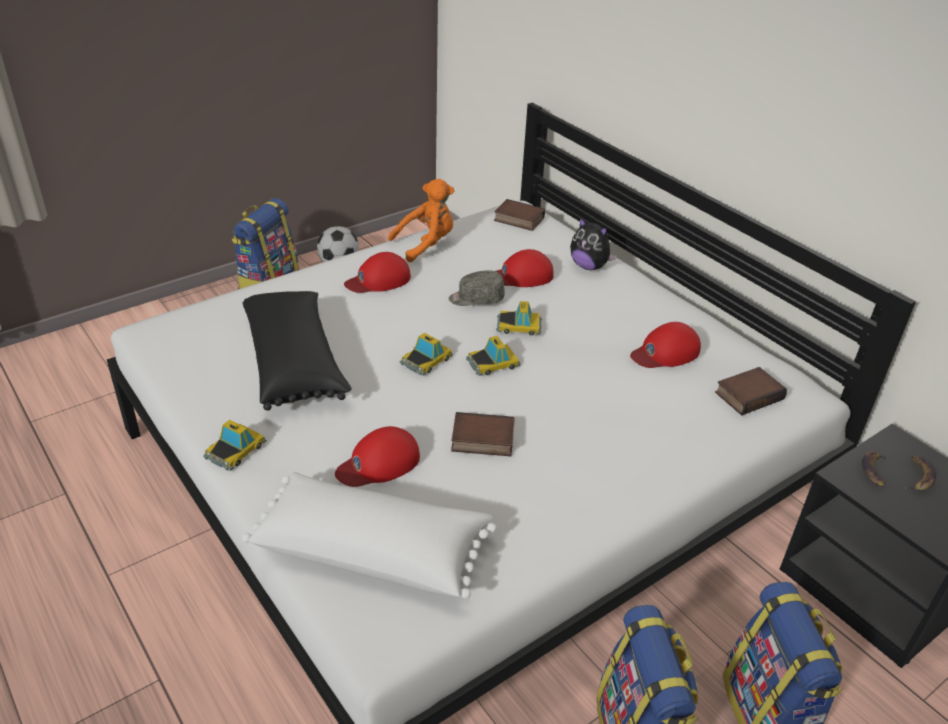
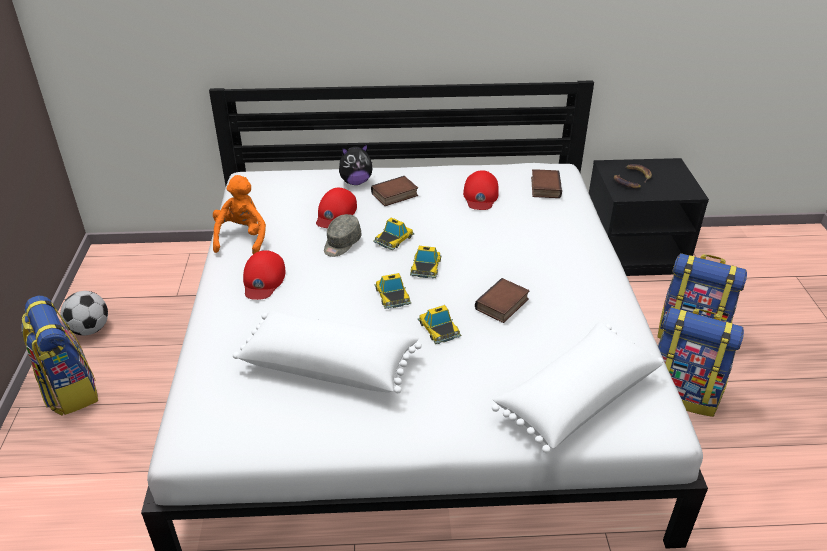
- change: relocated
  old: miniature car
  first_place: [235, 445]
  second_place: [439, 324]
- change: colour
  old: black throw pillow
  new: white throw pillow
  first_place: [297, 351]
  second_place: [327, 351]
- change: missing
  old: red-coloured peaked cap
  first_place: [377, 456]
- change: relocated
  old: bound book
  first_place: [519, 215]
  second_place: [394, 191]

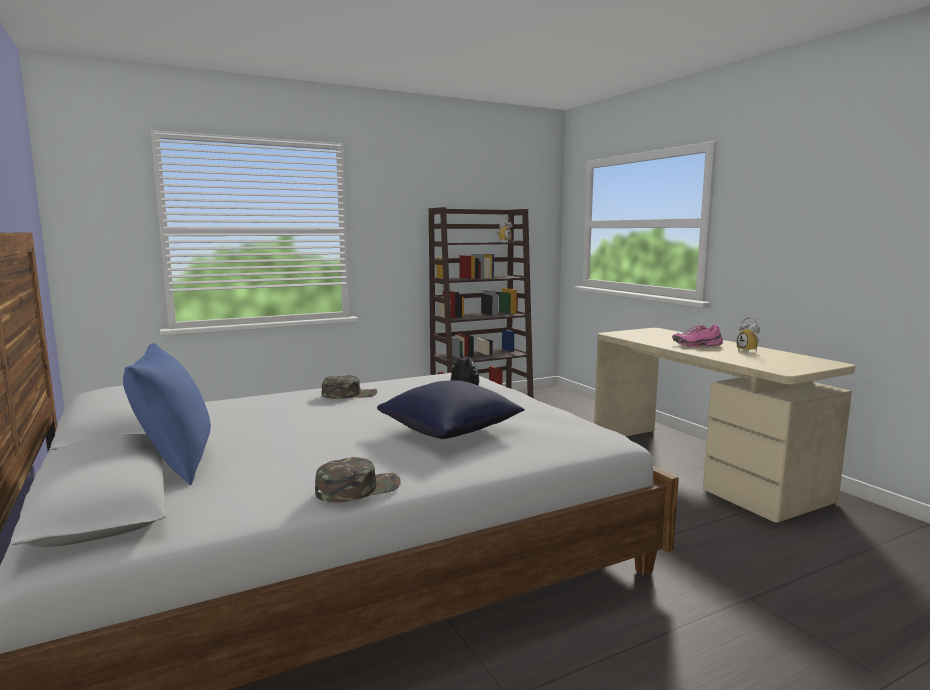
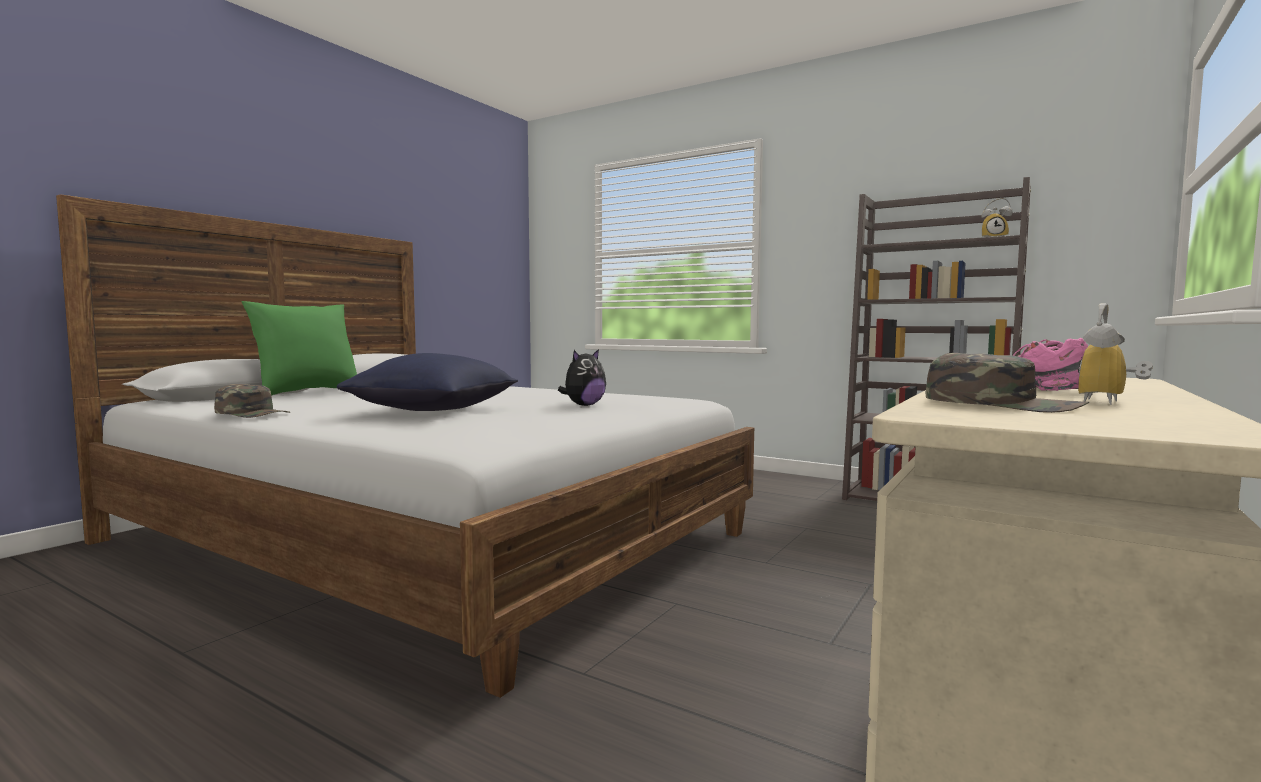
- change: colour
  old: bluish throw pillow
  new: green throw pillow
  first_place: [167, 414]
  second_place: [299, 348]
- change: relocated
  old: green peaked cap
  first_place: [349, 387]
  second_place: [1007, 383]

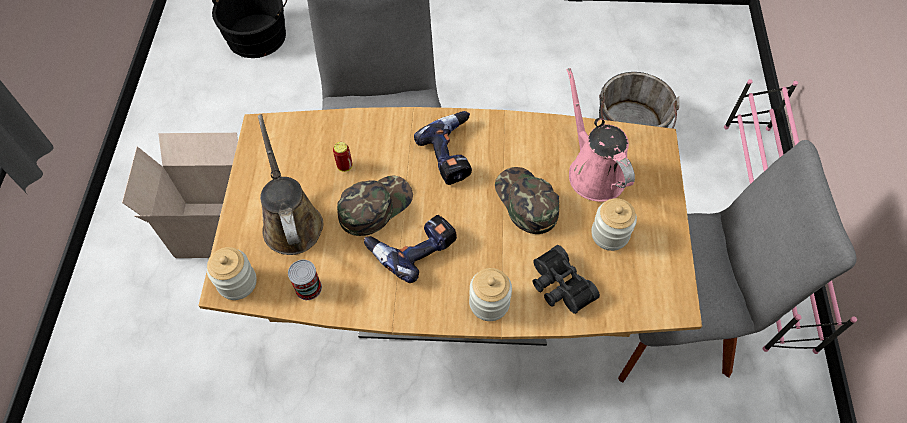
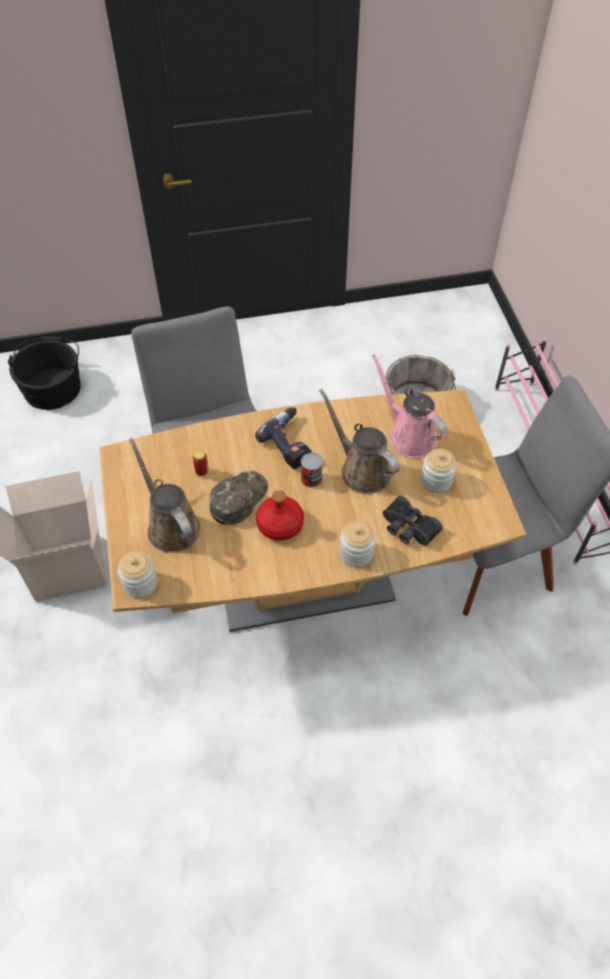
- change: relocated
  old: sealed can
  first_place: [305, 280]
  second_place: [312, 470]
- change: exchanged
  old: electric drill
  new: red-coloured beverage bottle
  first_place: [410, 249]
  second_place: [280, 515]
- change: exchanged
  old: green peaked cap
  new: brown-coloured watering pot
  first_place: [527, 200]
  second_place: [359, 441]

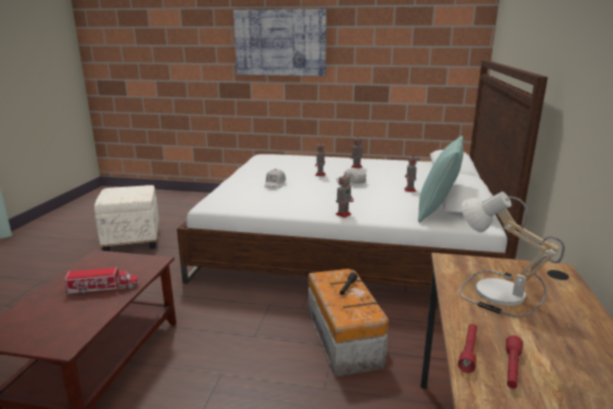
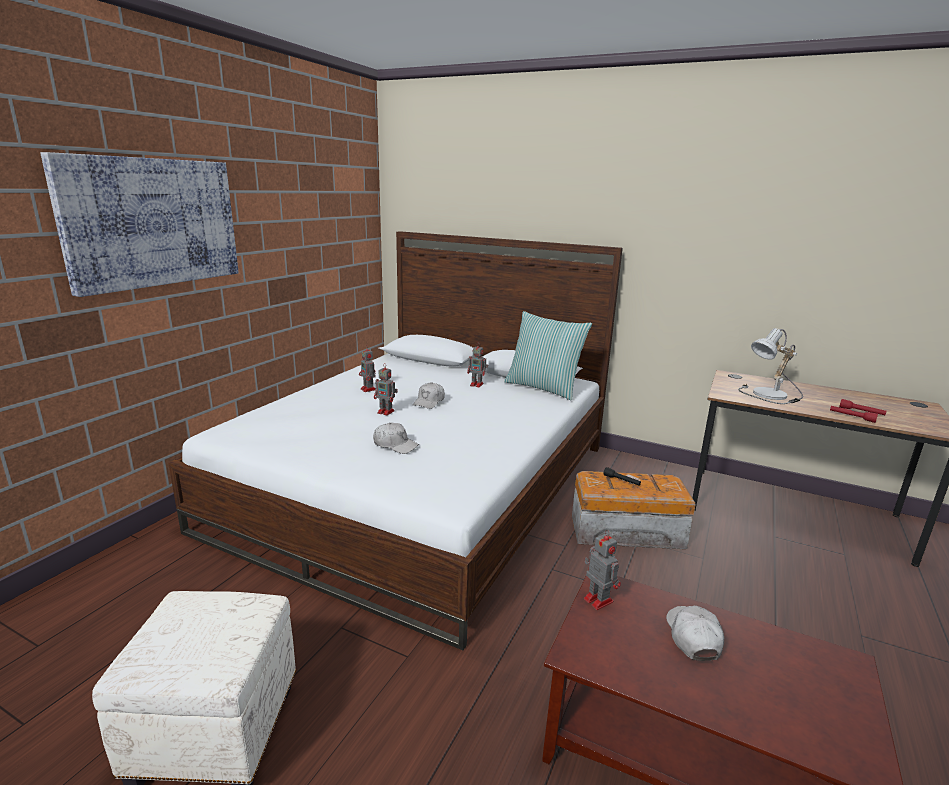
- change: exchanged
  old: toy truck
  new: white peaked cap
  first_place: [102, 280]
  second_place: [695, 633]
- change: relocated
  old: robot figure
  first_place: [345, 195]
  second_place: [602, 569]

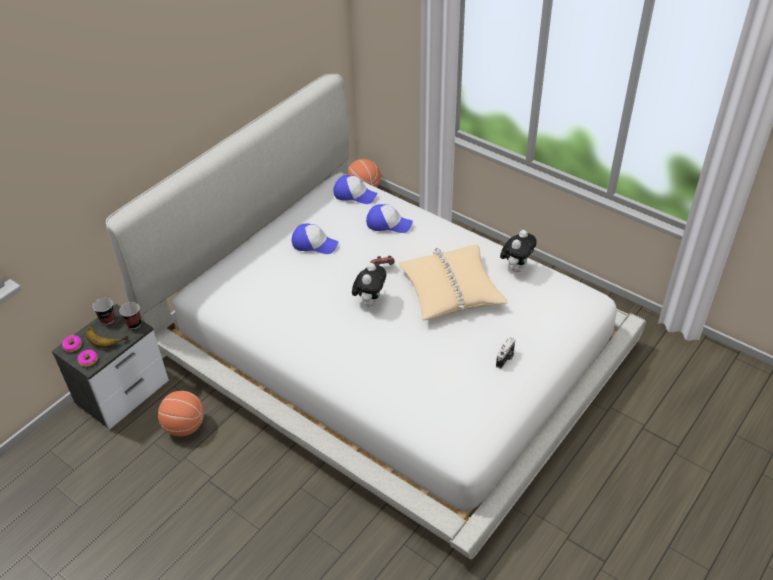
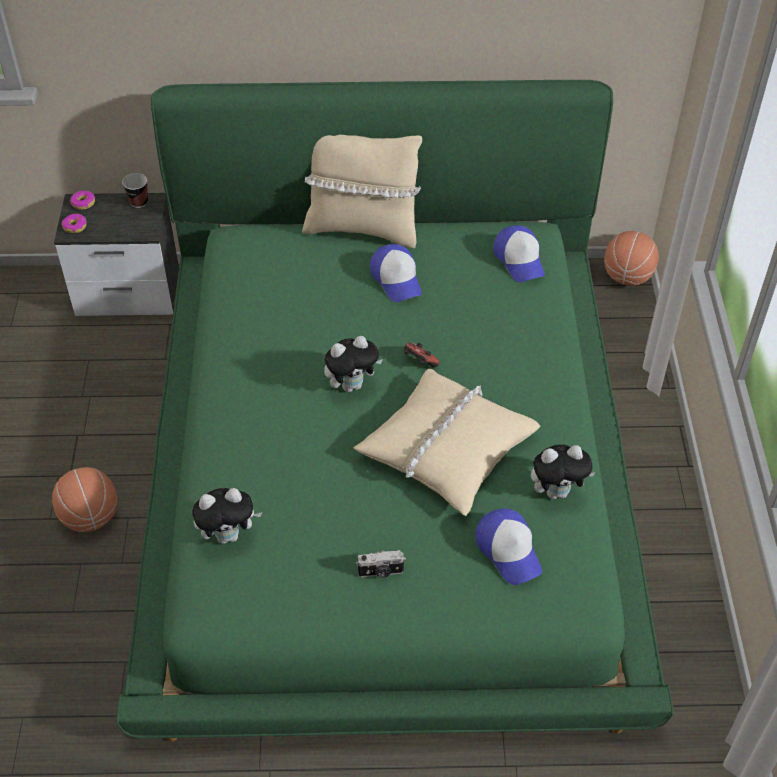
- change: missing
  old: banana
  first_place: [107, 337]
- change: colour
  old: white bedroom bed
  new: green bedroom bed
  first_place: [376, 316]
  second_place: [395, 411]
- change: missing
  old: cup
  first_place: [130, 315]
- change: relocated
  old: ball for basketball
  first_place: [181, 413]
  second_place: [84, 499]
- change: relocated
  old: peaked cap
  first_place: [389, 218]
  second_place: [508, 546]
- change: appeared
  new: soft toy
  second_place: [227, 516]
- change: appeared
  new: sand-coloured throw pillow
  second_place: [362, 191]

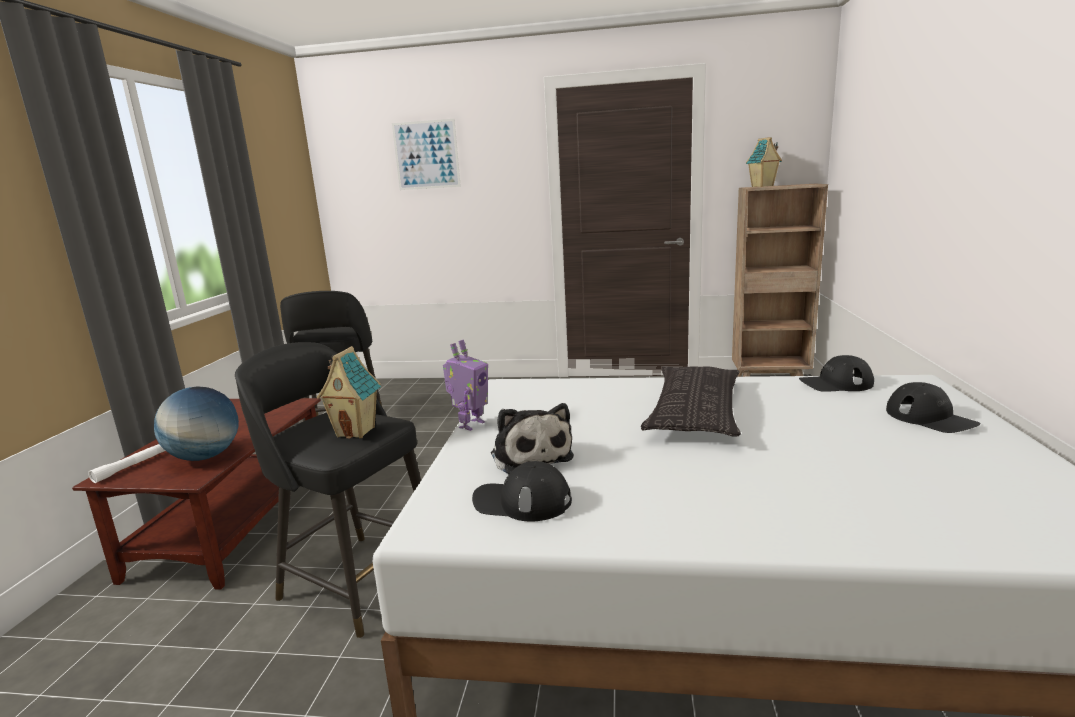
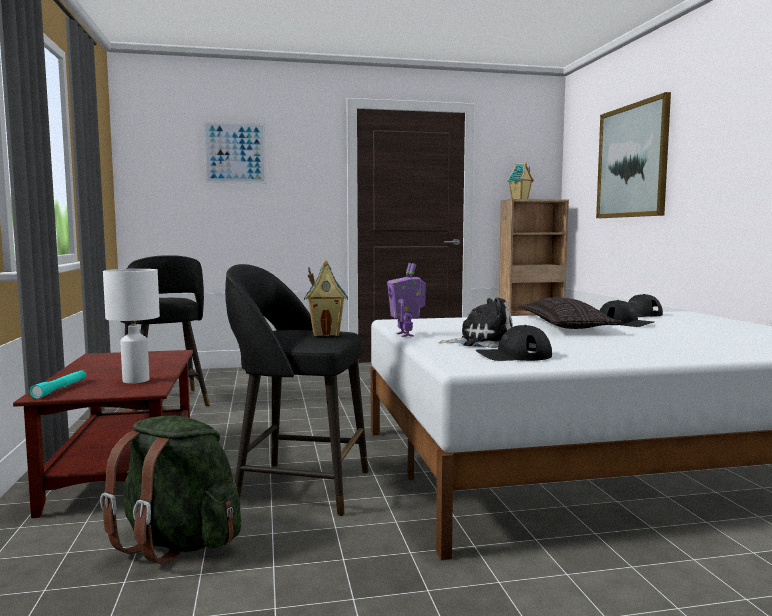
- change: colour
  old: white flashlight
  new: blue-green flashlight
  first_place: [126, 463]
  second_place: [58, 384]
- change: exchanged
  old: globe
  new: white lamp for a table
  first_place: [196, 424]
  second_place: [131, 326]
- change: spun
  old: robot figure
  first_place: [465, 385]
  second_place: [406, 300]
  degrees: 150
- change: spun
  old: soft toy
  first_place: [532, 438]
  second_place: [475, 322]
  degrees: -45
- change: relocated
  old: black peaked cap
  first_place: [933, 407]
  second_place: [626, 313]
- change: appeared
  new: green rucksack
  second_place: [170, 490]
- change: appeared
  new: wall art
  second_place: [633, 155]

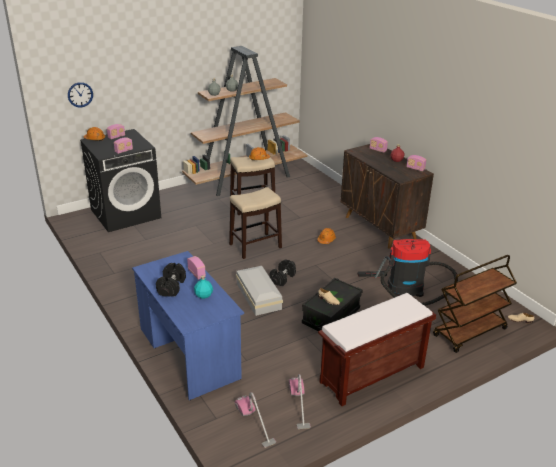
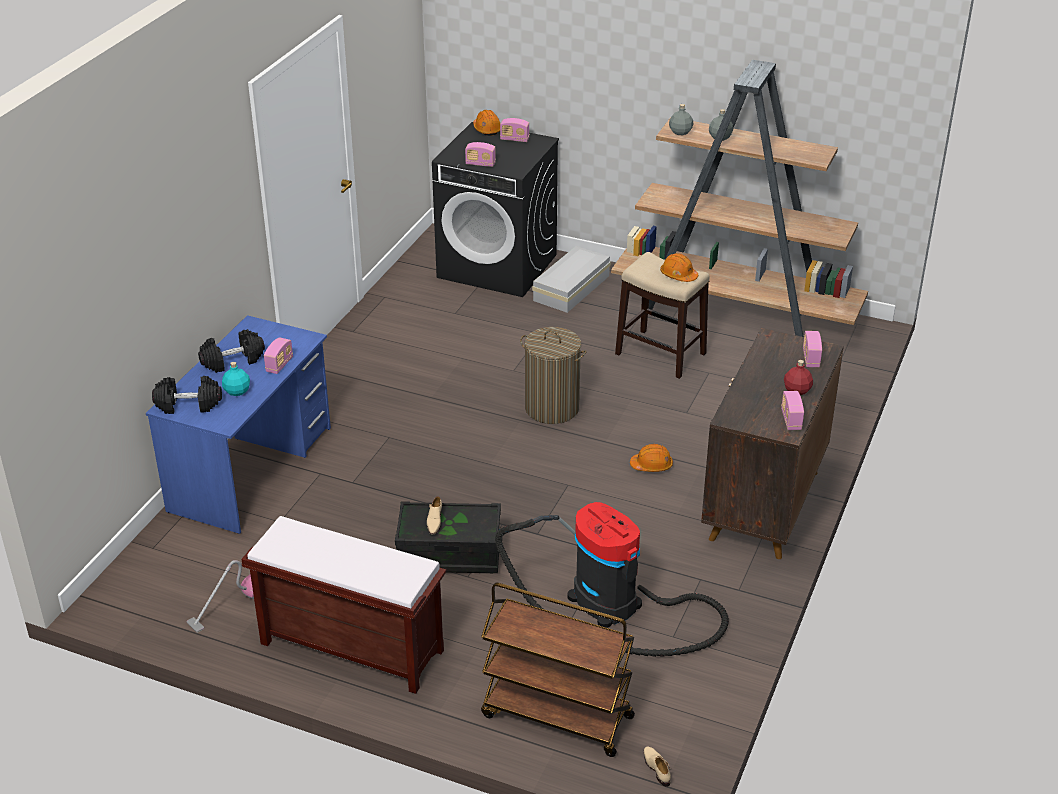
- change: missing
  old: hanging clock
  first_place: [80, 94]
- change: exchanged
  old: stool
  new: washing basket
  first_place: [255, 223]
  second_place: [553, 375]
- change: missing
  old: vacuum
  first_place: [255, 420]
- change: relocated
  old: white storage bin
  first_place: [259, 291]
  second_place: [571, 279]
- change: relocated
  old: black hand weight
  first_place: [283, 272]
  second_place: [187, 395]

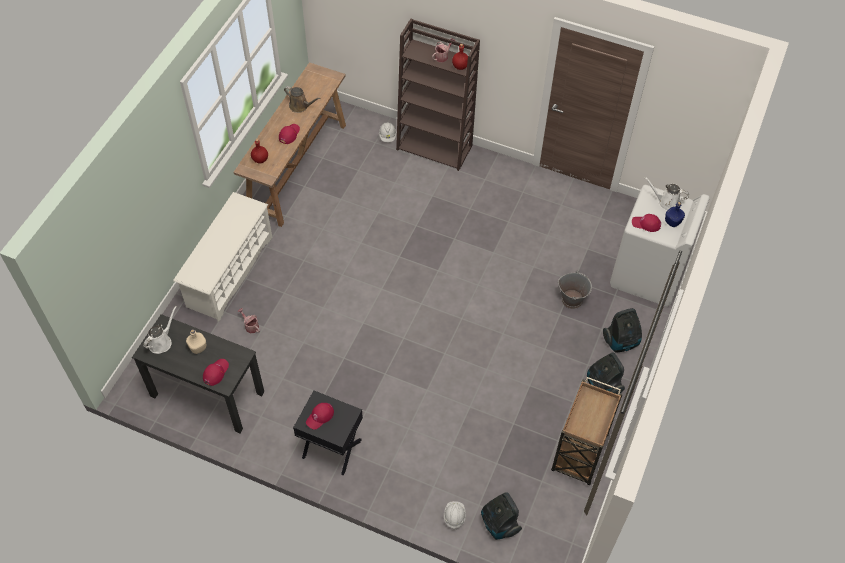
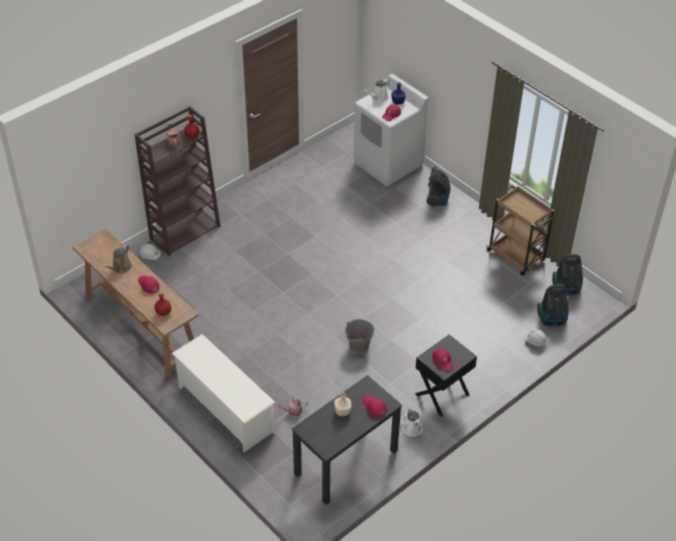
- change: relocated
  old: white watering pot
  first_place: [160, 330]
  second_place: [410, 415]
- change: spun
  old: brown-coloured watering pot
  first_place: [302, 99]
  second_place: [118, 258]
  degrees: 150
- change: relocated
  old: grey bucket
  first_place: [575, 290]
  second_place: [360, 336]
- change: relocated
  old: vacuum
  first_place: [606, 373]
  second_place: [567, 274]

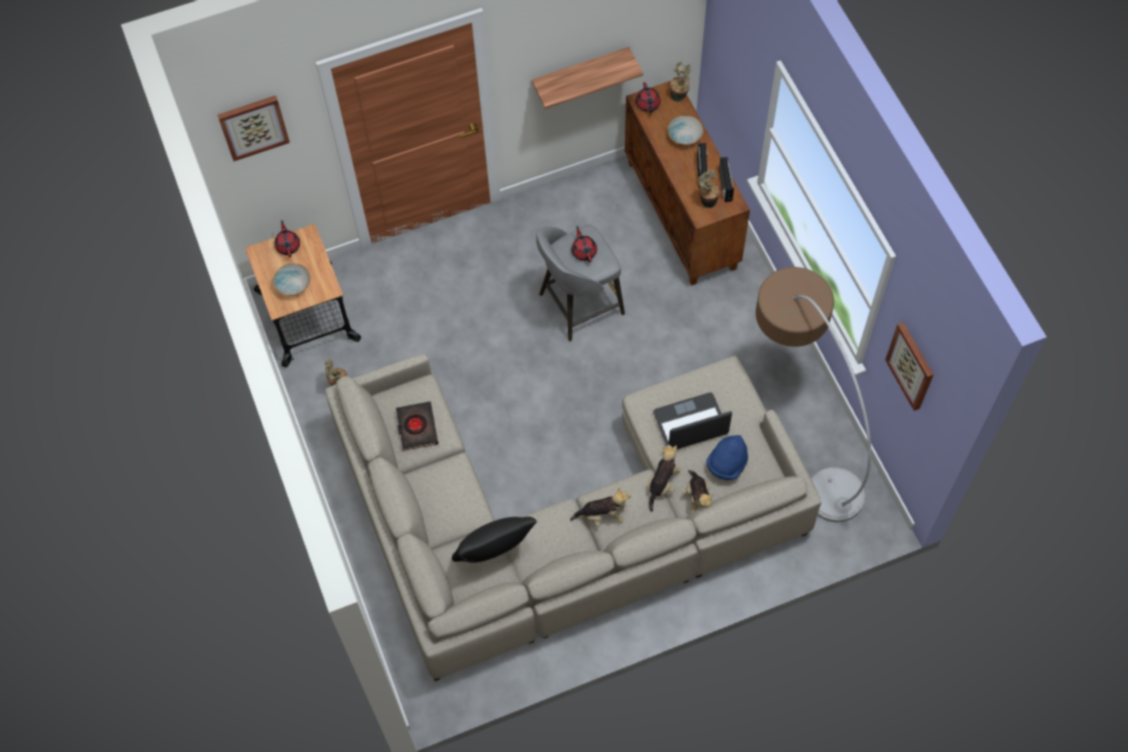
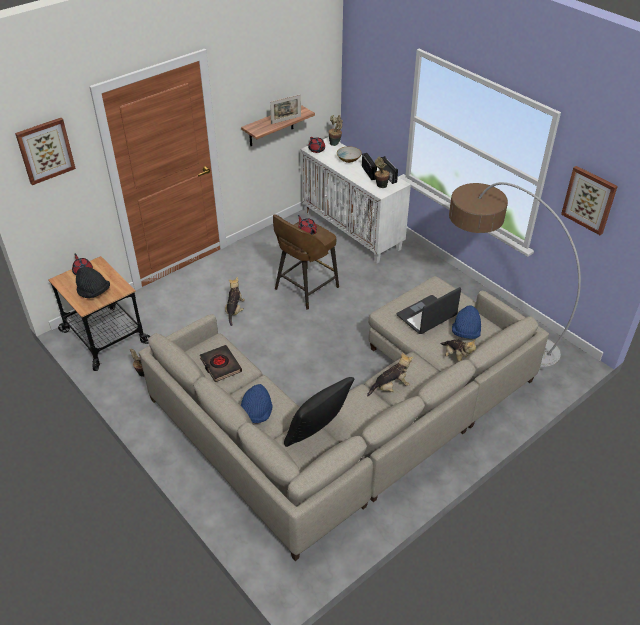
- change: exchanged
  old: serving bowl
  new: black wearable hat
  first_place: [292, 280]
  second_place: [93, 282]
- change: colour
  old: grey stool
  new: brown-coloured stool
  first_place: [580, 283]
  second_place: [306, 262]
- change: colour
  old: brown-coloured cupboard
  new: white cupboard
  first_place: [687, 183]
  second_place: [356, 200]
- change: relocated
  old: soft toy
  first_place: [664, 478]
  second_place: [235, 301]
- change: appeared
  new: bluish wearable hat
  second_place: [257, 403]
- change: appeared
  new: photo frame
  second_place: [285, 109]

